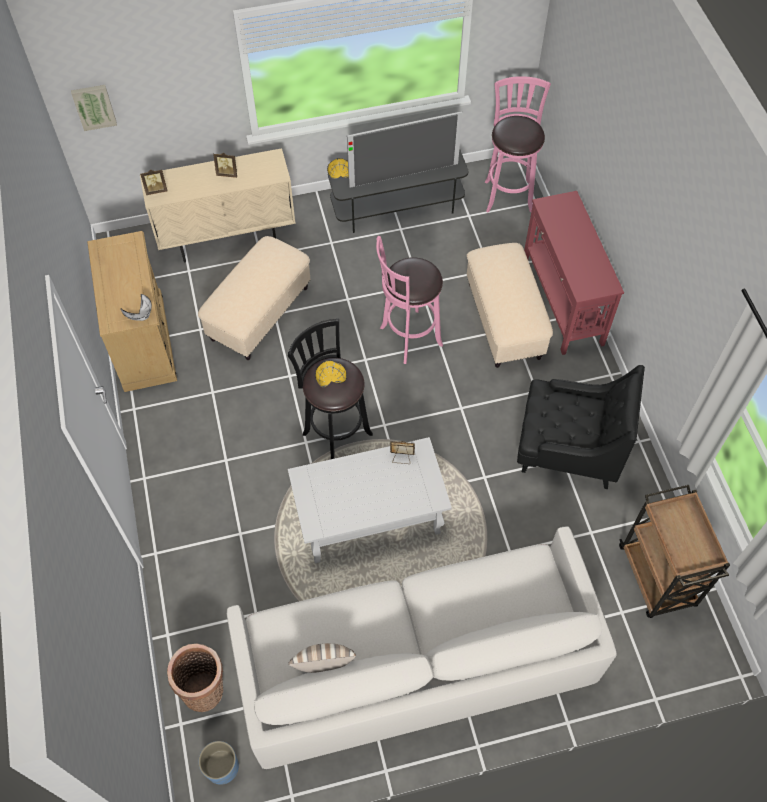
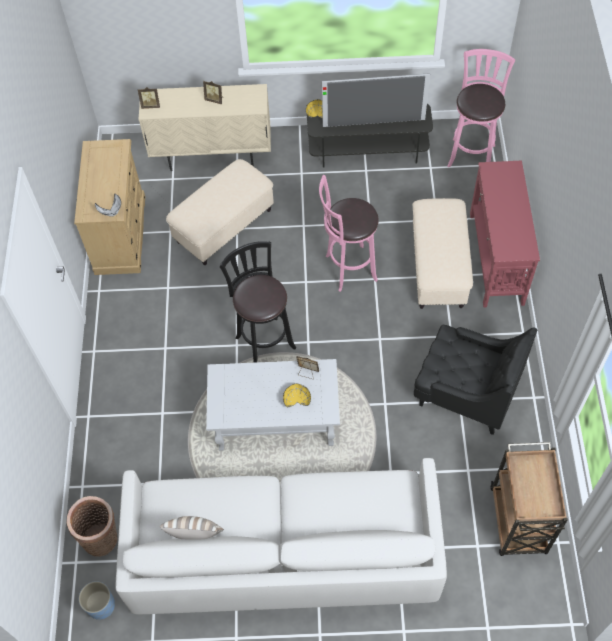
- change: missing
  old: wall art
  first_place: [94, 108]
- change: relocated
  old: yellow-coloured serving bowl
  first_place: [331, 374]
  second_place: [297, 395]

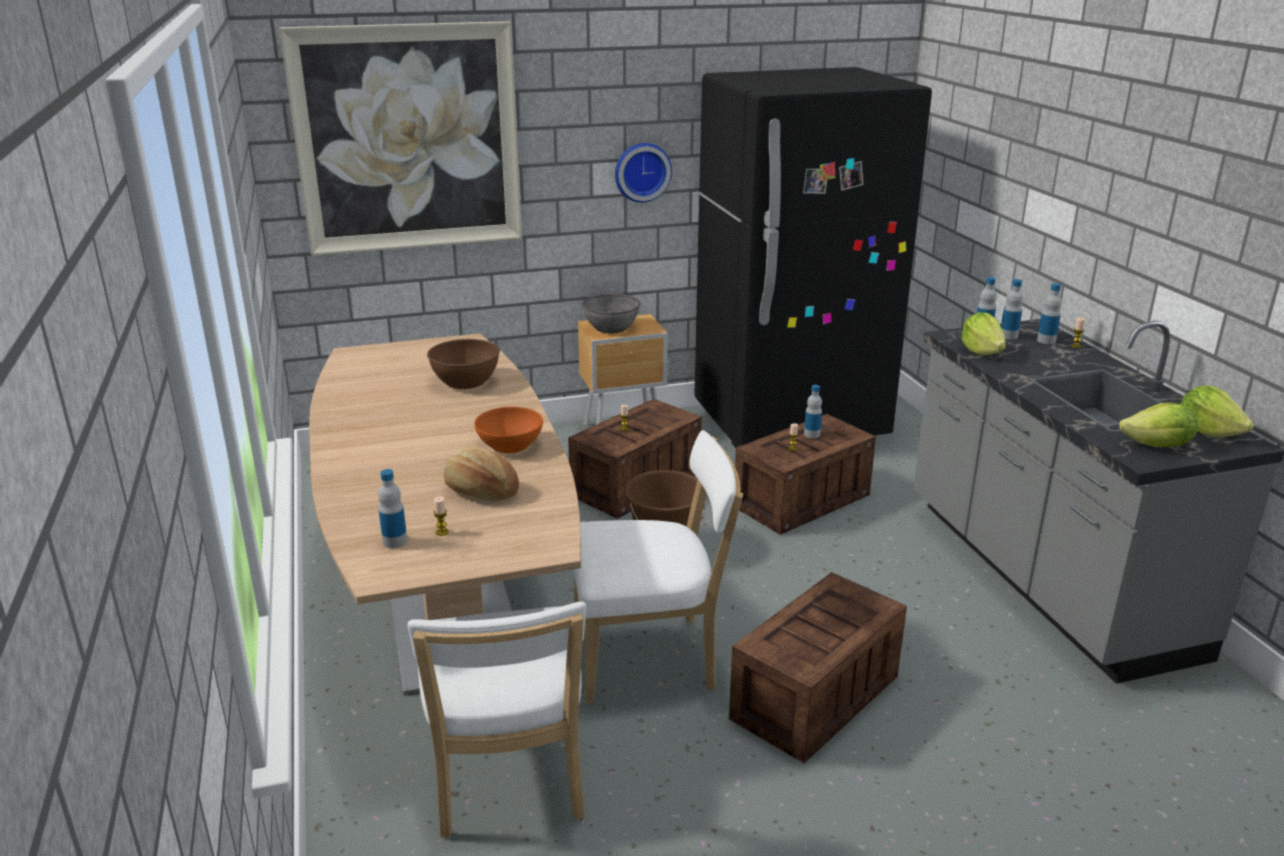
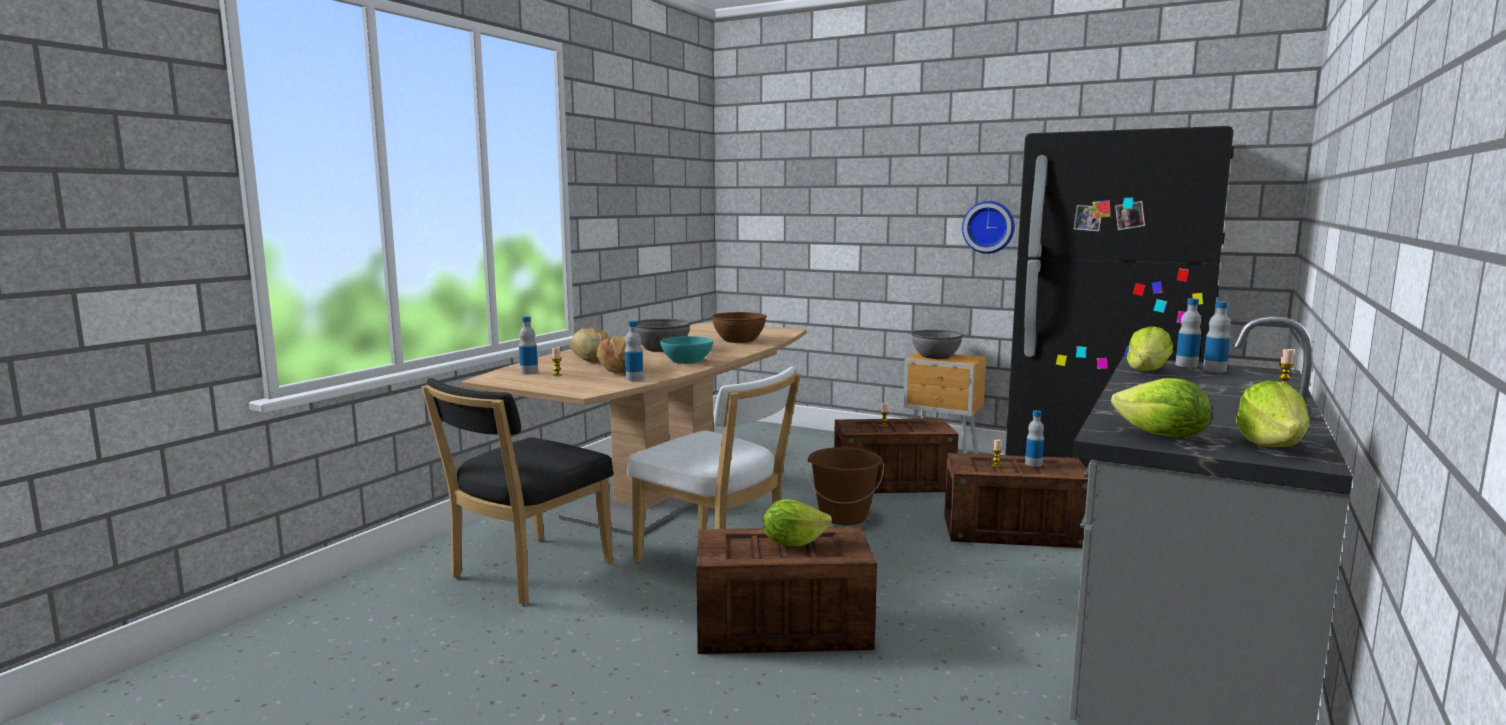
- change: missing
  old: wall art
  first_place: [400, 138]
- change: colour
  old: white plain chair
  new: black plain chair
  first_place: [497, 720]
  second_place: [517, 491]
- change: colour
  old: orangey serving bowl
  new: blue-green serving bowl
  first_place: [508, 430]
  second_place: [686, 350]
- change: relocated
  old: beverage bottle
  first_place: [1049, 313]
  second_place: [634, 351]
- change: appeared
  new: baked bread
  second_place: [589, 345]
- change: appeared
  new: grey serving bowl
  second_place: [664, 335]
- change: appeared
  new: head of lettuce
  second_place: [797, 523]

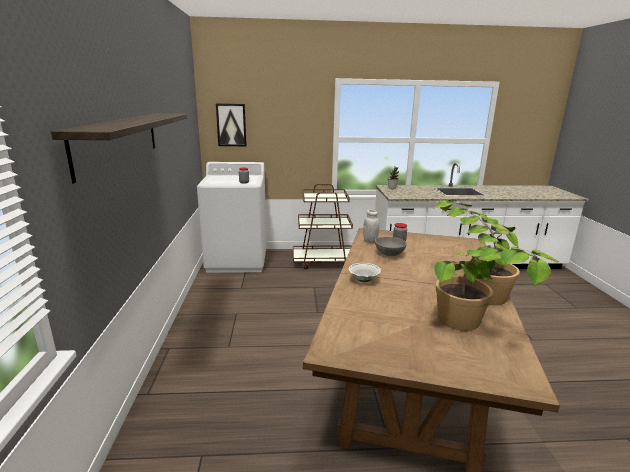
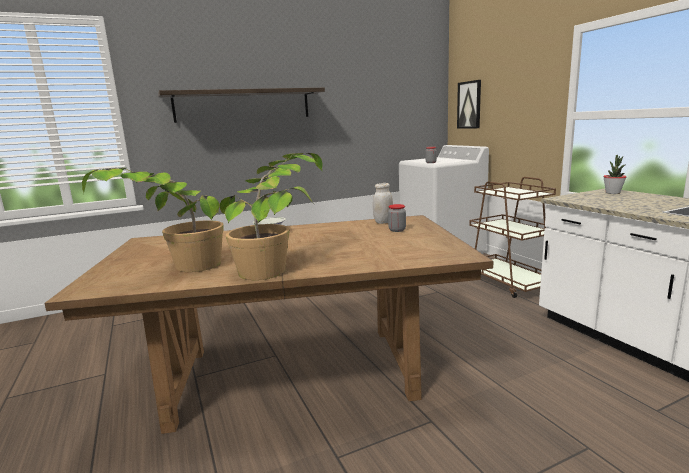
- change: missing
  old: grey serving bowl
  first_place: [391, 246]

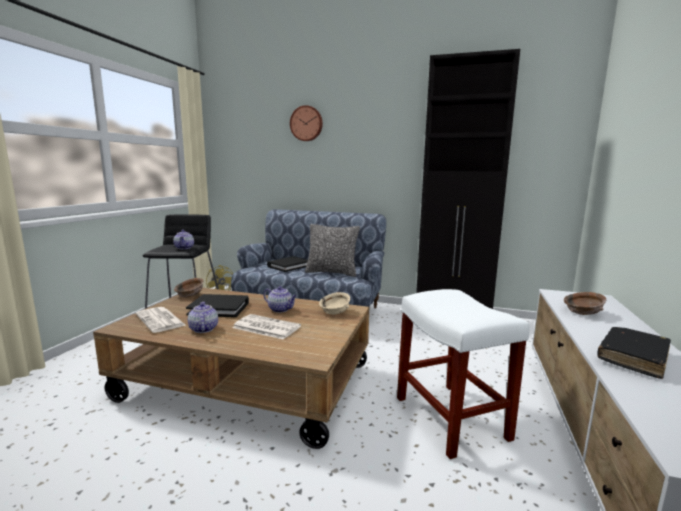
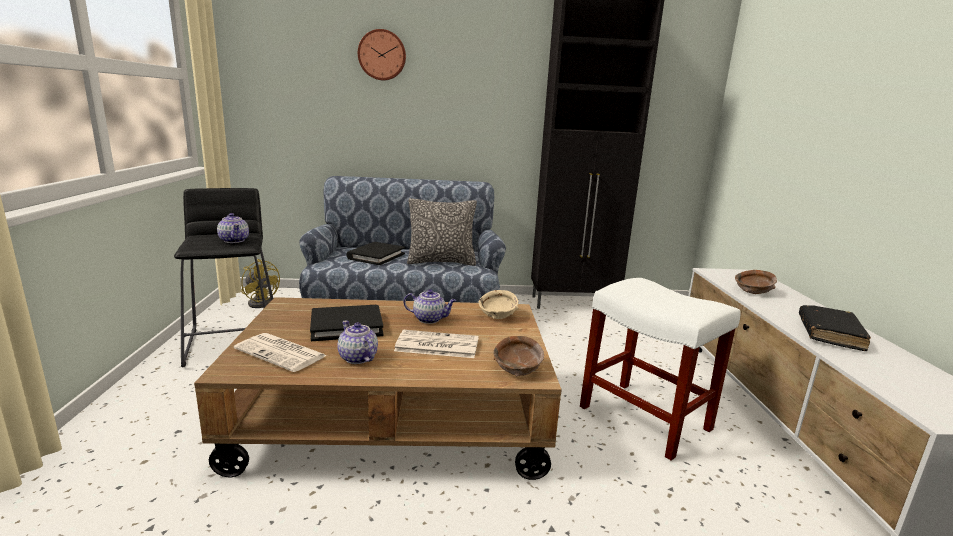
- change: relocated
  old: brown-coloured serving bowl
  first_place: [188, 287]
  second_place: [518, 356]

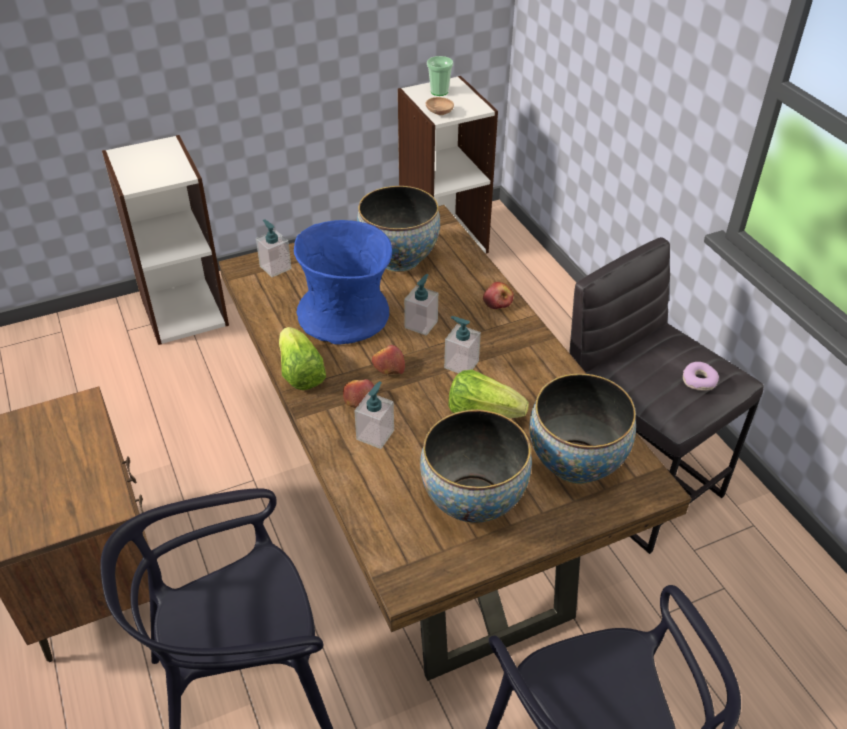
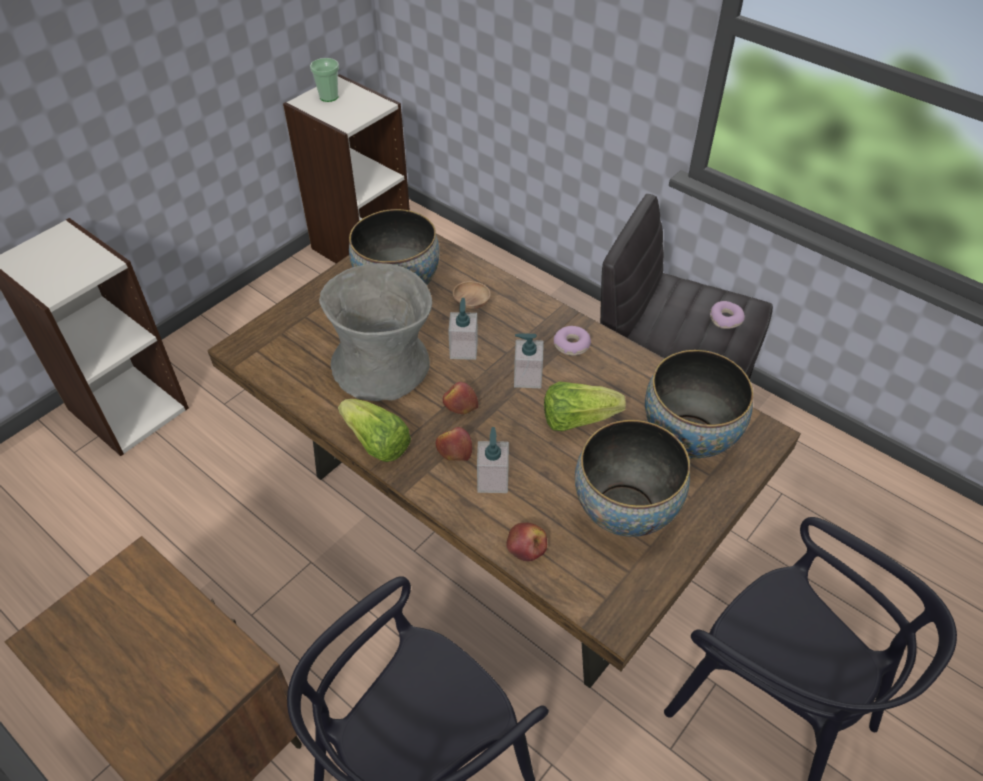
- change: missing
  old: liquid soap bottle
  first_place: [274, 248]
- change: colour
  old: bluish decorative vase
  new: grey decorative vase
  first_place: [343, 282]
  second_place: [375, 332]
- change: relocated
  old: brown-coloured serving bowl
  first_place: [440, 106]
  second_place: [472, 295]
- change: relocated
  old: apple
  first_place: [498, 295]
  second_place: [526, 542]
- change: appeared
  new: ring doughnut
  second_place: [572, 341]

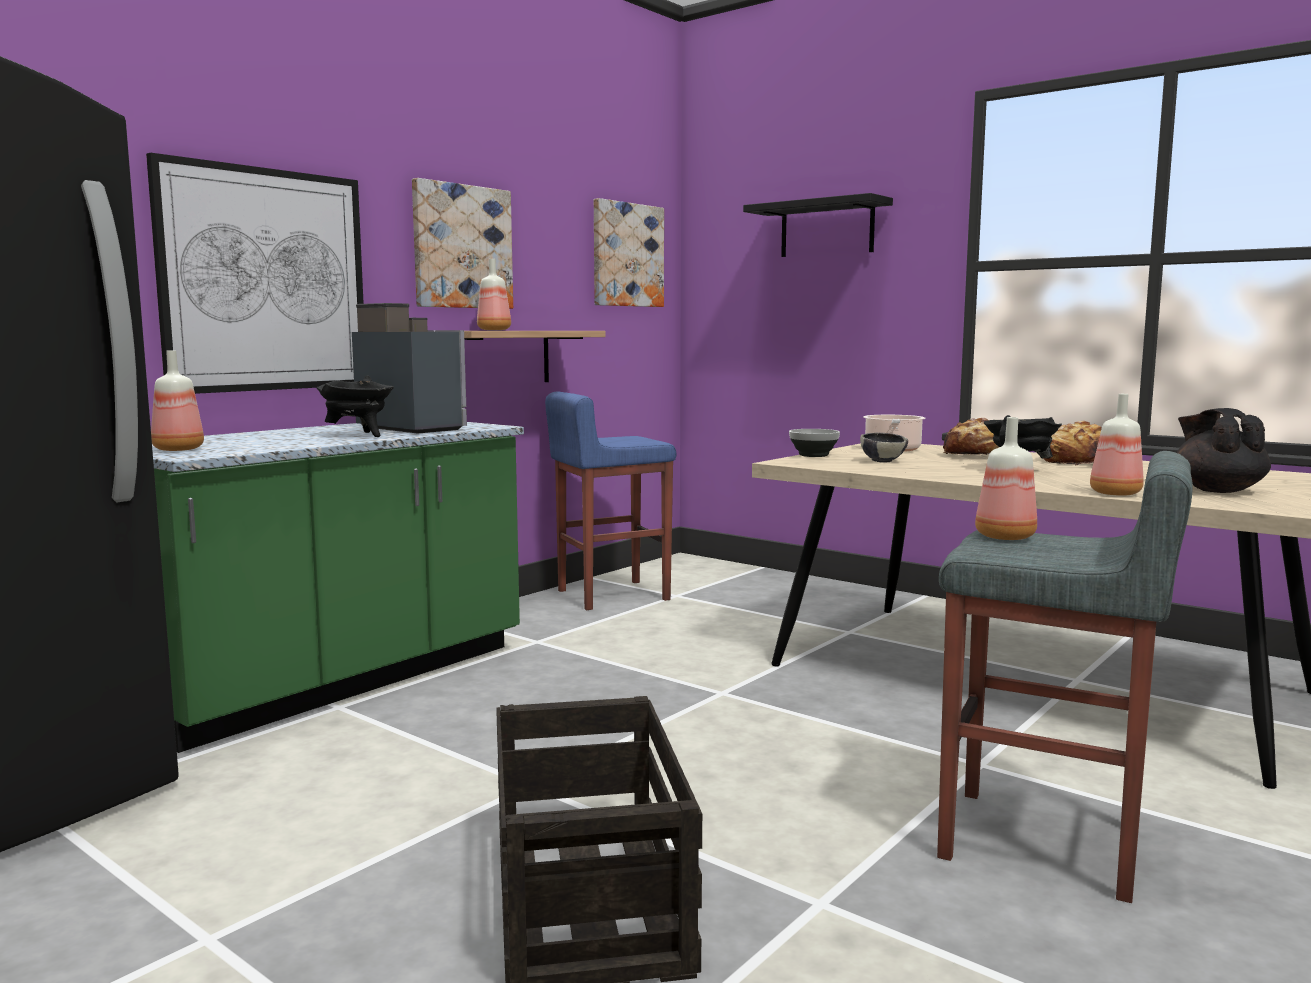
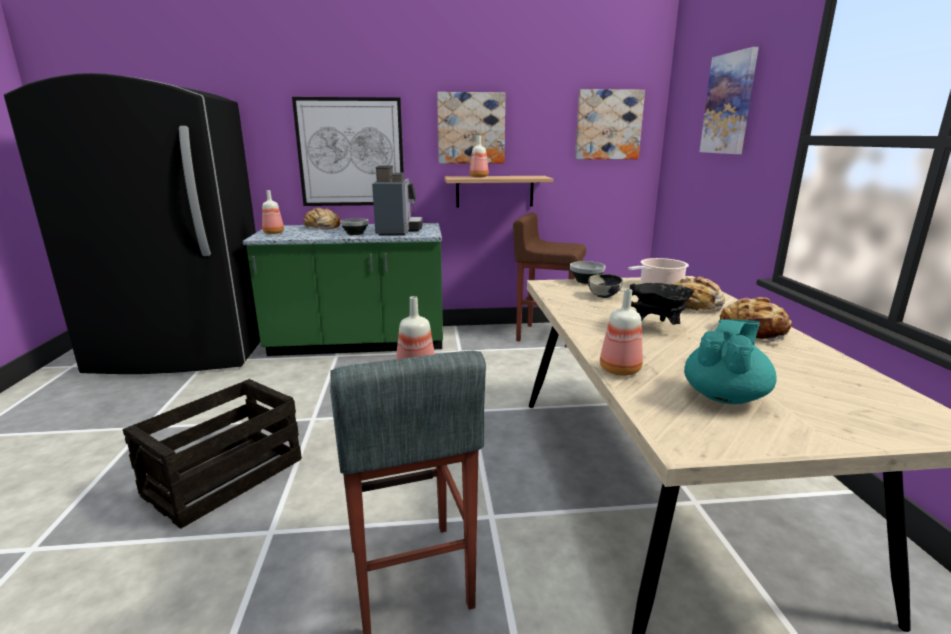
- change: exchanged
  old: black saucepot
  new: serving bowl
  first_place: [355, 406]
  second_place: [354, 226]
- change: colour
  old: bluish stool
  new: brown-coloured stool
  first_place: [610, 501]
  second_place: [549, 280]
- change: exchanged
  old: black bracket shelf
  new: wall art
  first_place: [818, 225]
  second_place: [729, 100]
- change: colour
  old: black pot for tea
  new: blue-green pot for tea
  first_place: [1224, 450]
  second_place: [730, 361]
- change: appeared
  new: baked bread
  second_place: [321, 219]

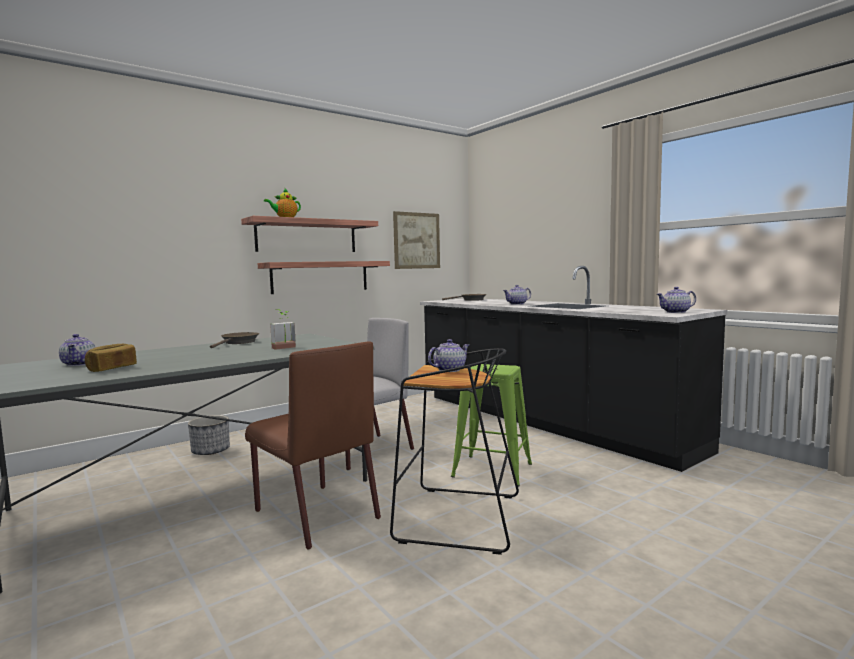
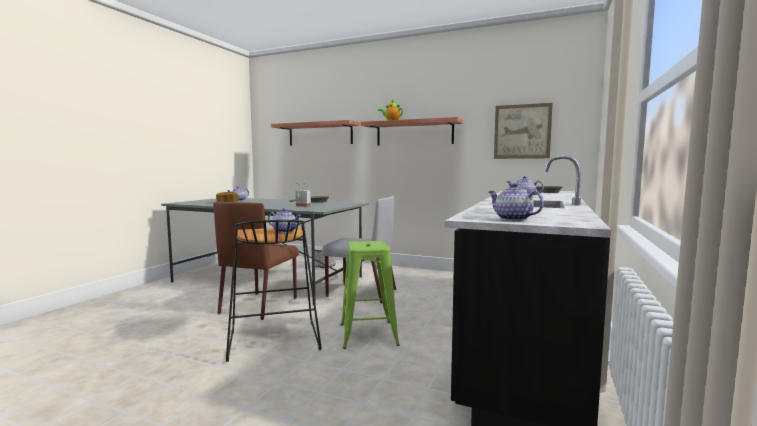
- change: relocated
  old: bracket shelf
  first_place: [324, 277]
  second_place: [315, 133]

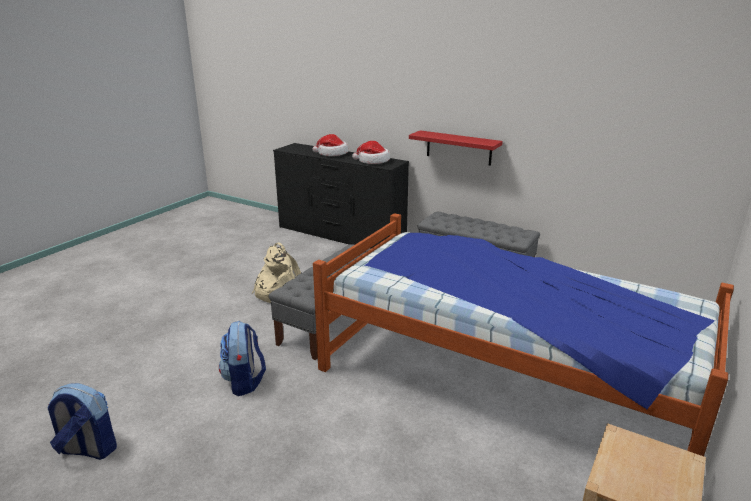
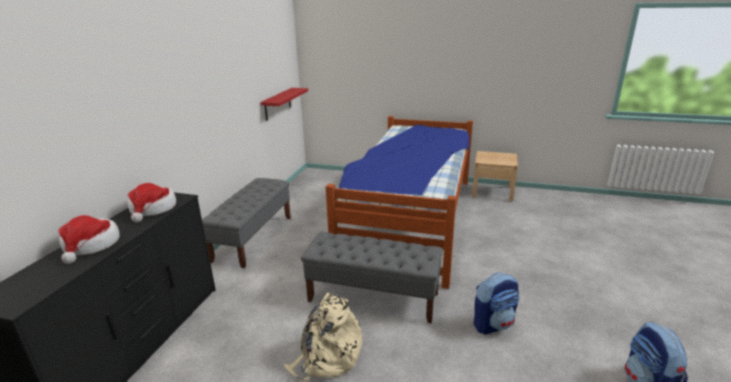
- change: relocated
  old: red-coloured bracket shelf
  first_place: [456, 148]
  second_place: [284, 104]

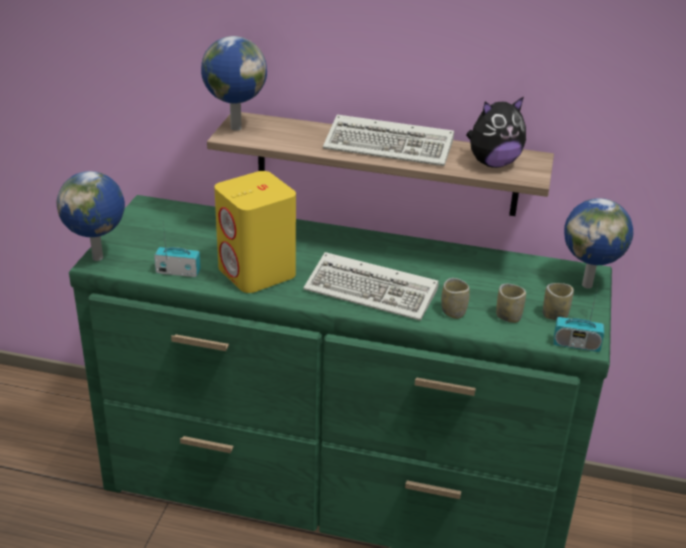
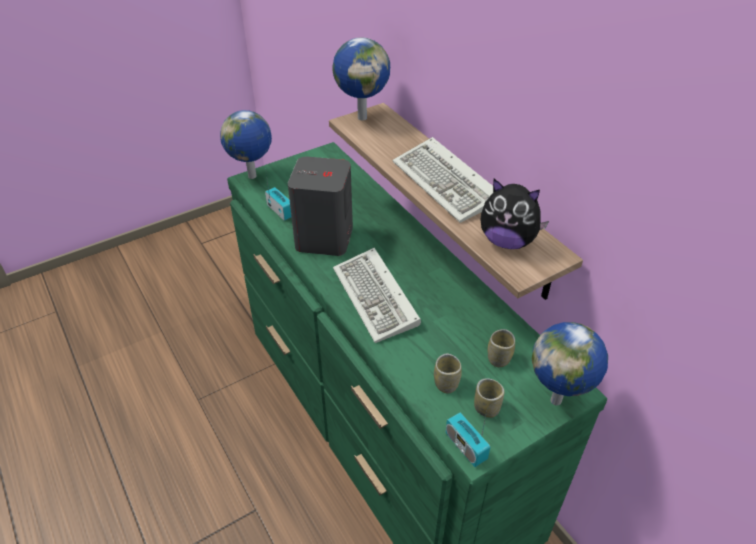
- change: colour
  old: yellow-coloured audio speaker
  new: grey audio speaker
  first_place: [255, 232]
  second_place: [320, 206]
- change: relocated
  old: cup
  first_place: [455, 298]
  second_place: [501, 348]

